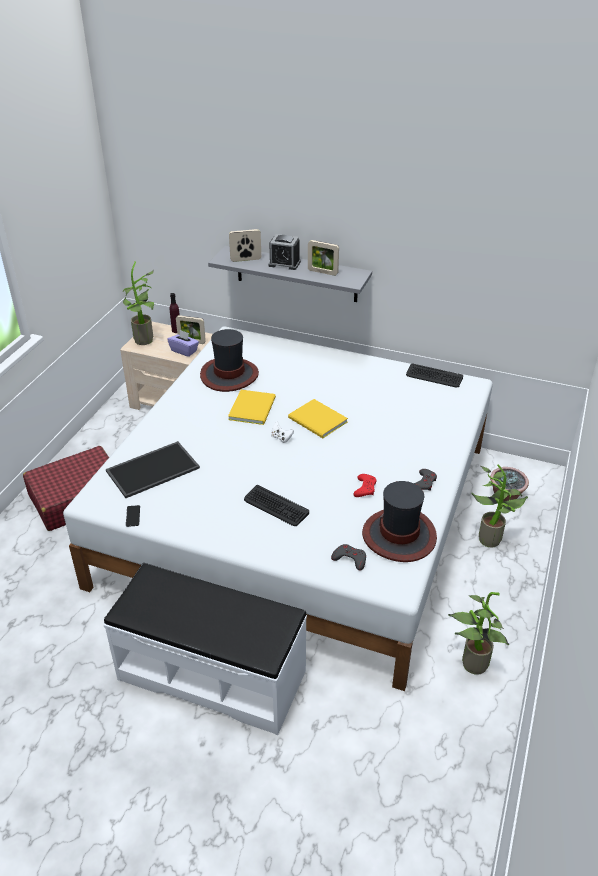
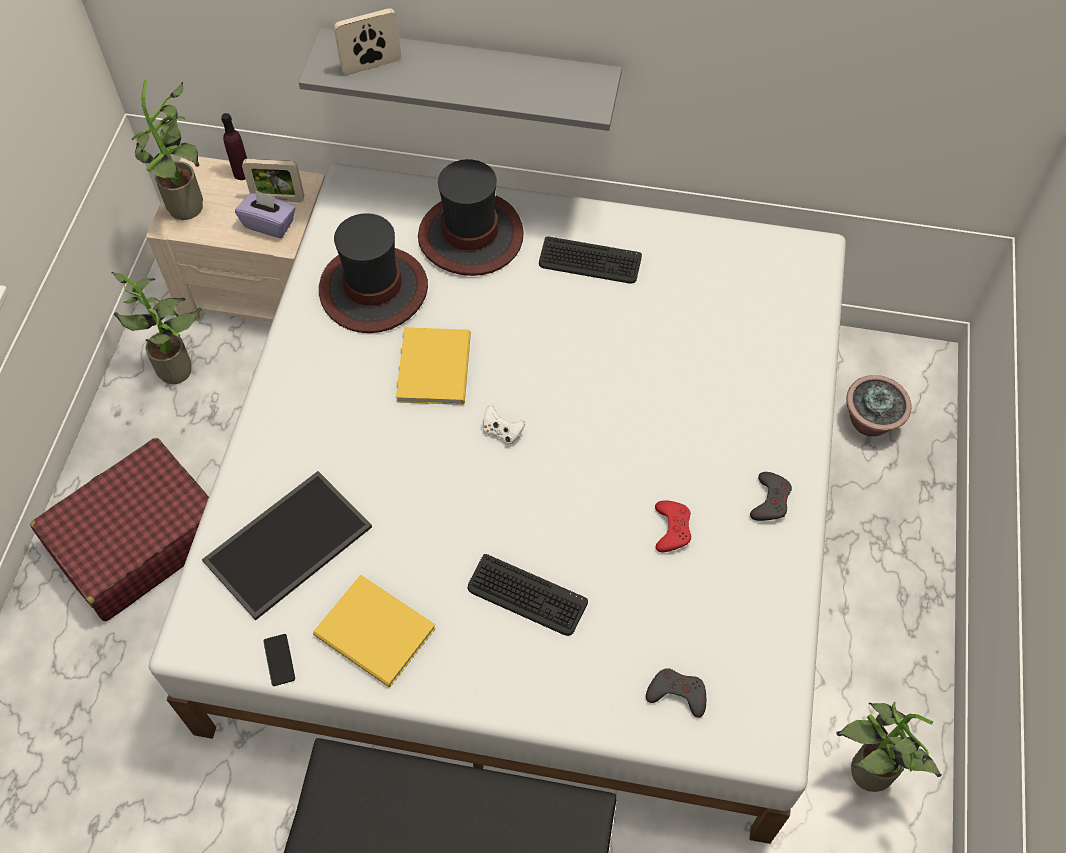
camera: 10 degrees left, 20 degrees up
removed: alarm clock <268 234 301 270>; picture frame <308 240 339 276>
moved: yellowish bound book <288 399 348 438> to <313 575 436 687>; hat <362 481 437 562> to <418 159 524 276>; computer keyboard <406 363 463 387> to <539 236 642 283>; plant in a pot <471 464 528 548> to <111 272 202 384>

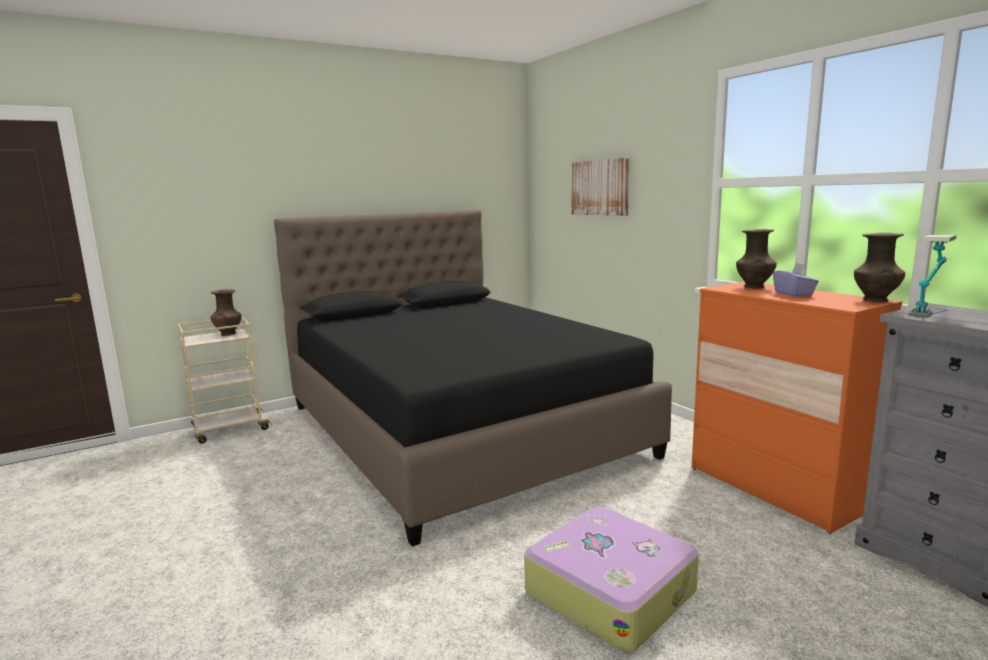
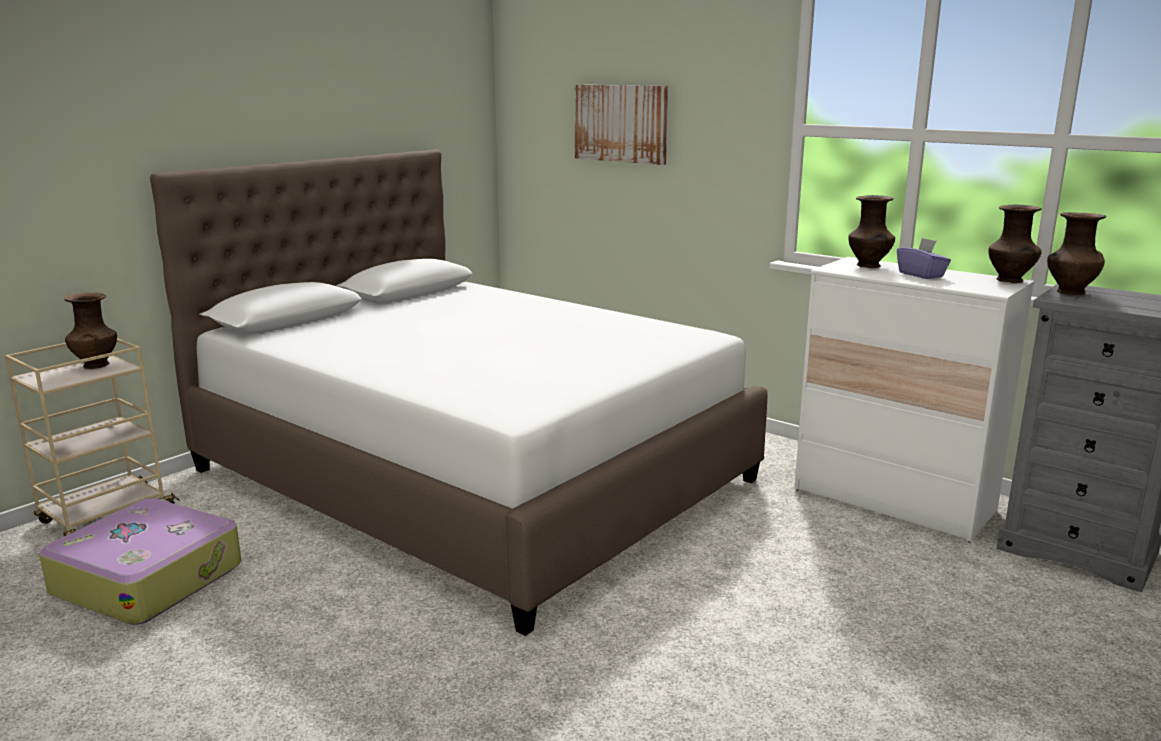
camera: 20 degrees left, 5 degrees up
moved: suitcase <524 506 699 653> to <39 498 241 625>
replaced: table lamp <909 235 956 317> to brown flower vase <1047 212 1106 295>
recoloured: blackish bed <274 209 672 546> to white bed <150 149 768 636>; orange-coloured chest of drawers <692 282 902 534> to white chest of drawers <794 257 1035 542>

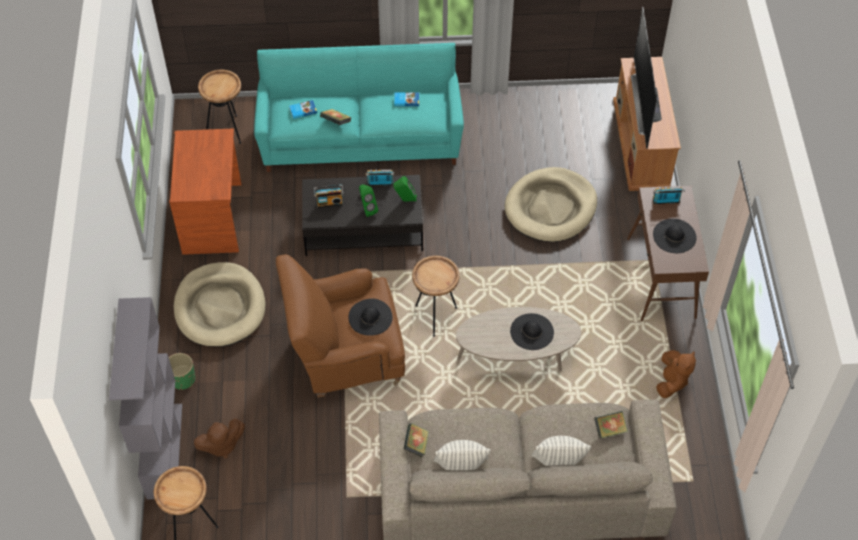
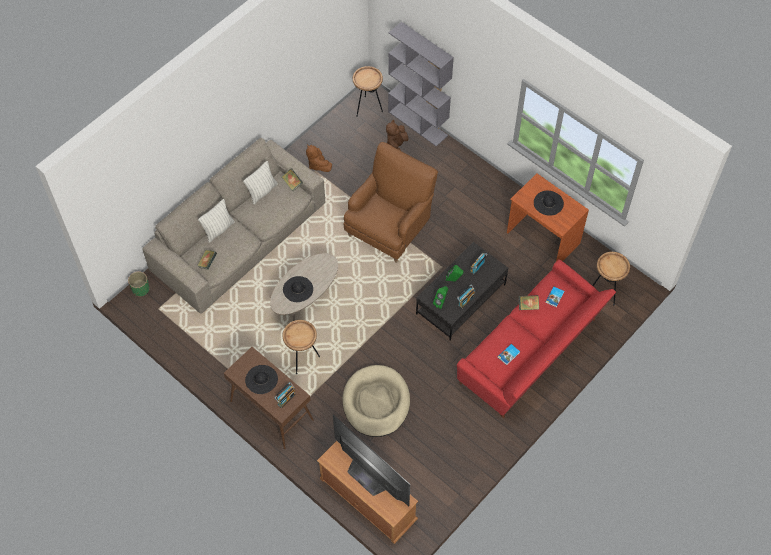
camera: 135 degrees right, 5 degrees up
removed: beige dog bed <174 262 265 347>
moved: greenish flower pot <169 353 195 390> to <128 271 149 297>; blackish hat <349 299 392 336> to <534 191 564 216>; brown accent table <412 256 460 337> to <282 320 320 374>; brown cuddly toy <656 350 696 398> to <306 145 332 172>
recoloured: turquoise-coloured sofa <254 43 464 172> to red-coloured sofa <457 259 616 418>

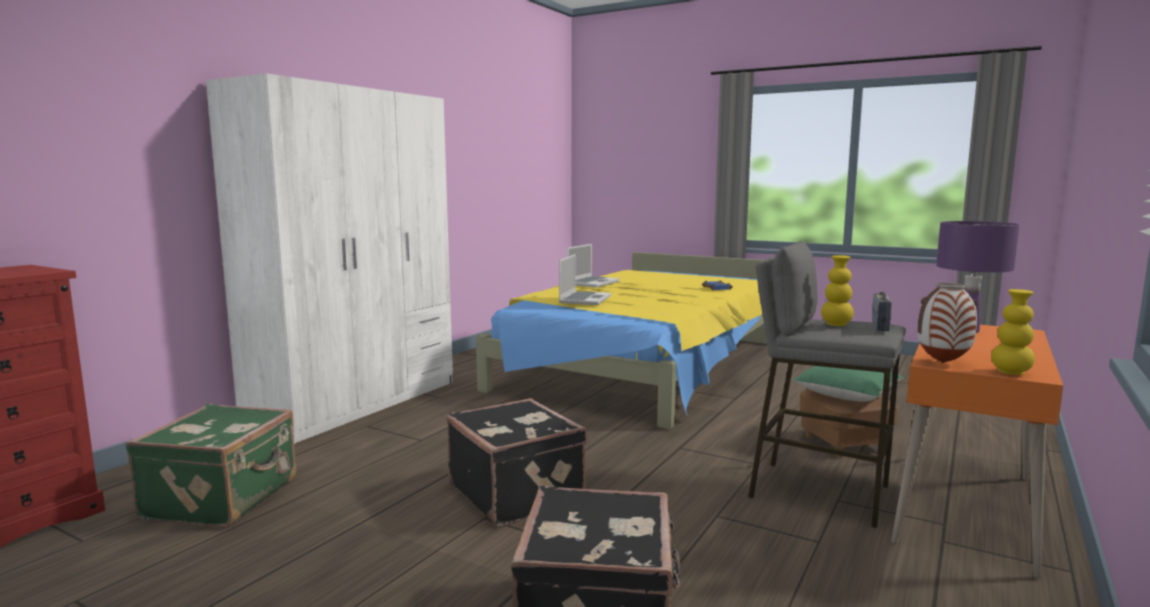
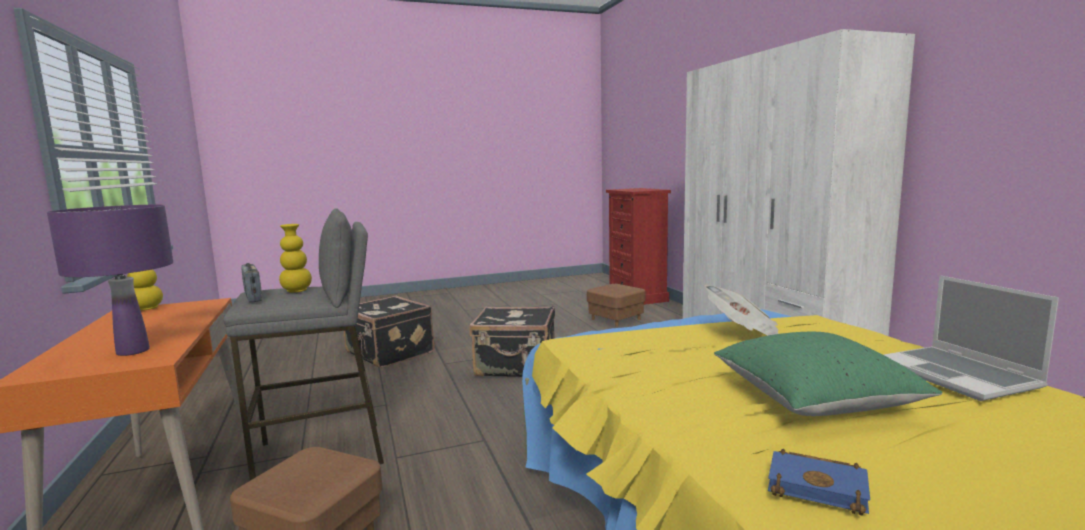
camera: 130 degrees right, 0 degrees up
removed: flower vase <917 283 978 363>
moved: greenish cushion <793 366 904 402> to <714 332 943 416>
replaced: greenish suitcase <125 404 297 528> to brown footrest <587 284 645 327>; laptop <559 254 611 305> to printed paper <704 285 779 336>

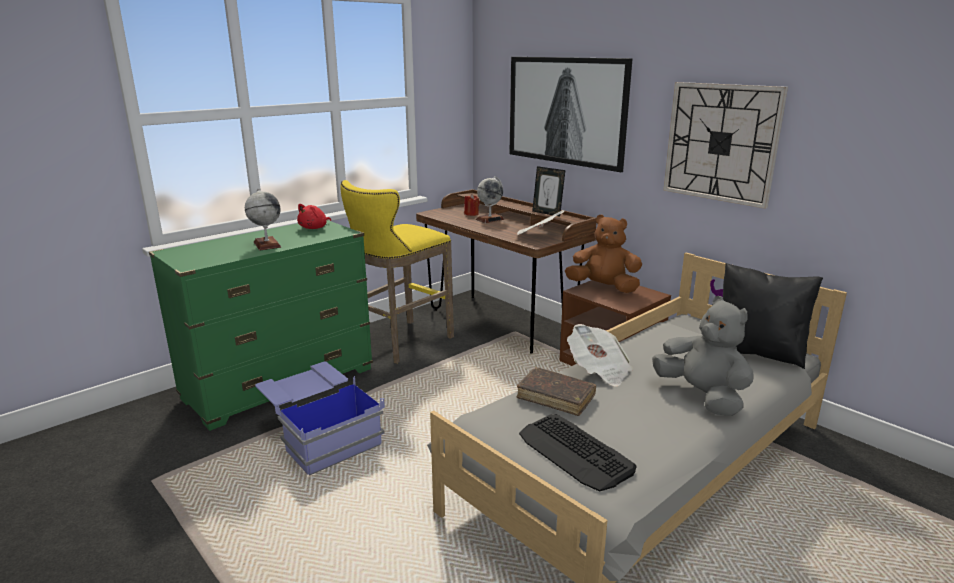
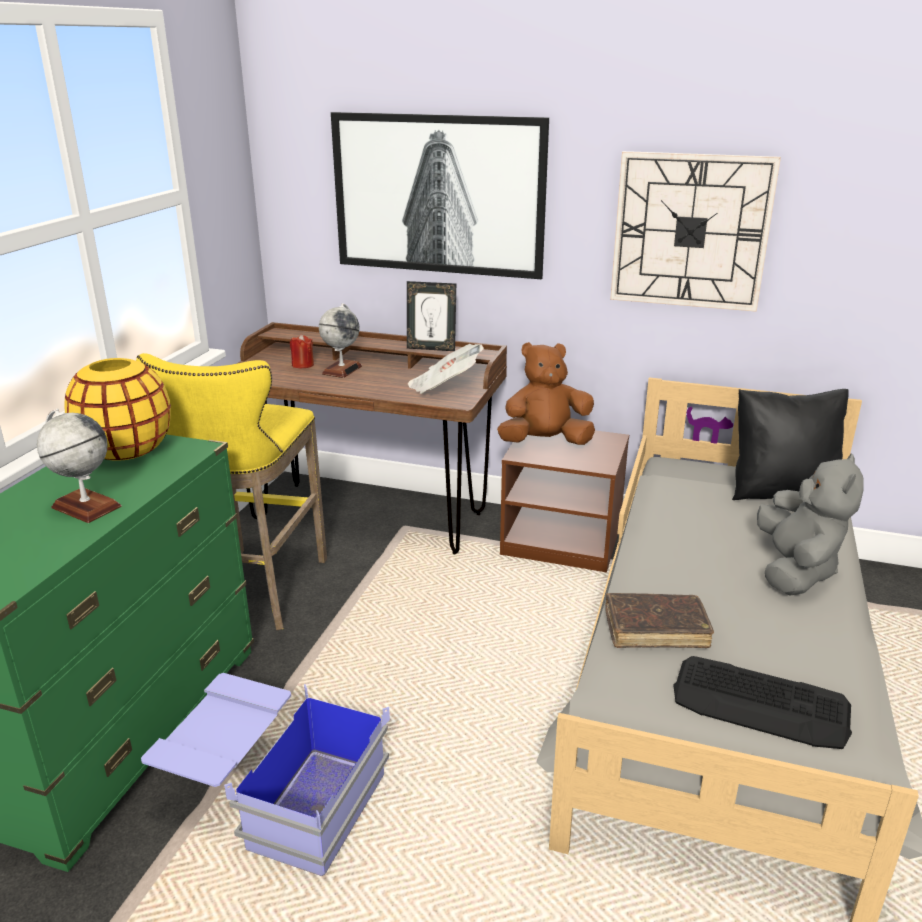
camera: 30 degrees left, 5 degrees up
removed: printed paper <567 324 633 387>
replaced: red-coloured cuddly toy <297 204 331 229> to yellowish flower vase <64 358 171 461>
turned: greyish cuddly toy <652 296 754 416> = <757 453 864 596> 75 degrees clockwise

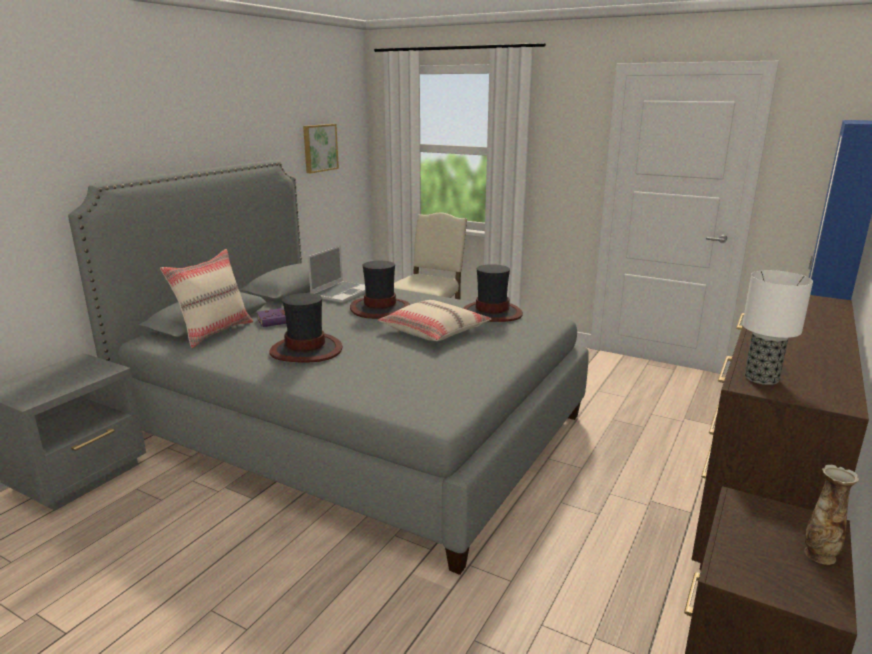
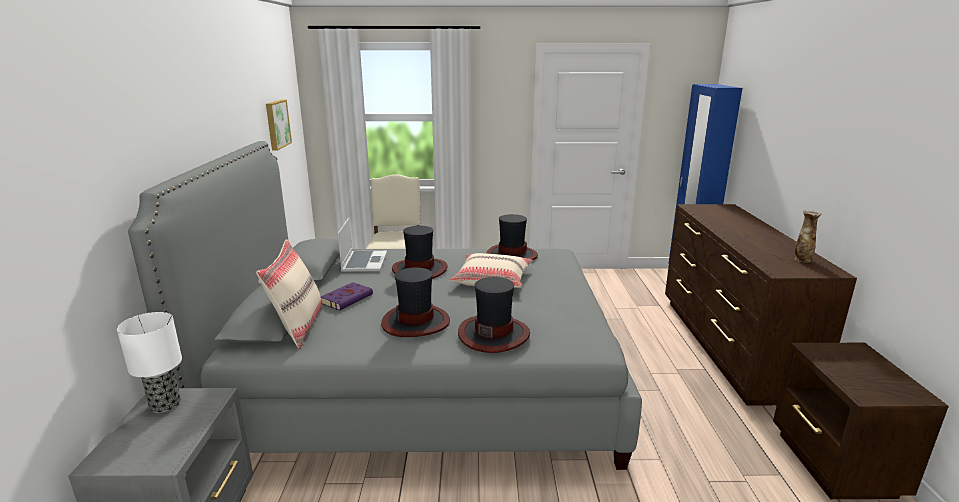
camera: 30 degrees left, 0 degrees up
added: hat <458 277 530 353>
moved: table lamp <742 270 813 385> to <117 312 182 413>; flower vase <804 465 859 565> to <795 210 822 263>

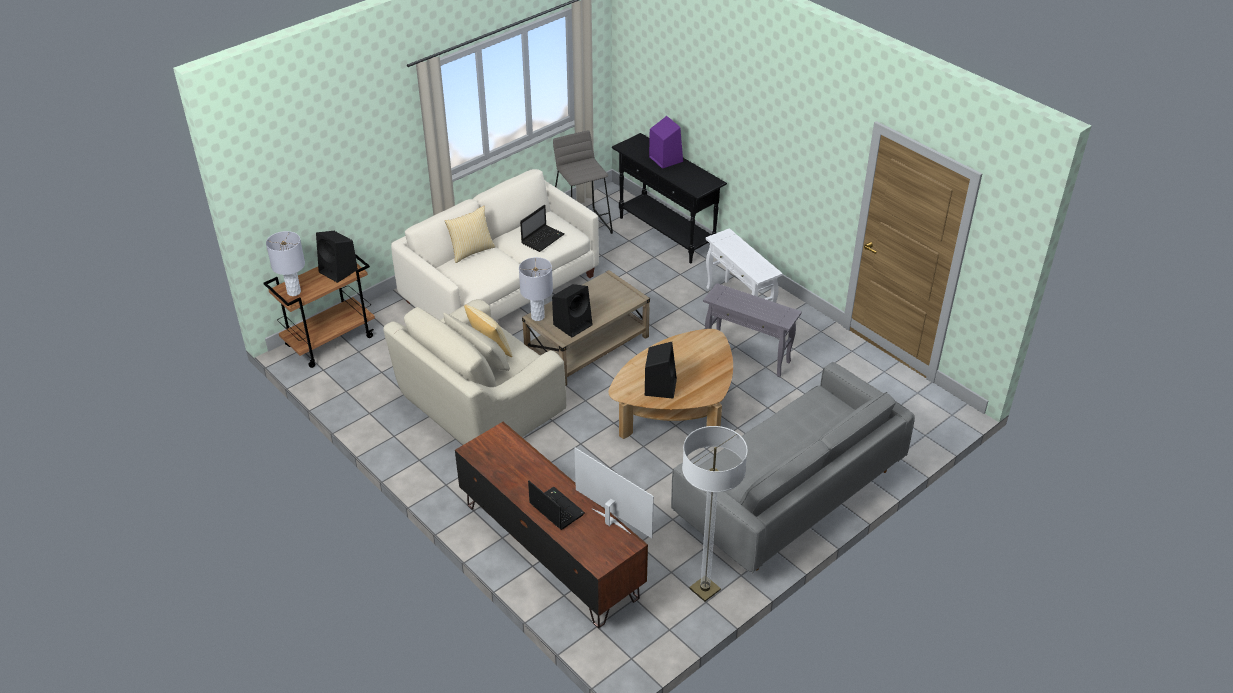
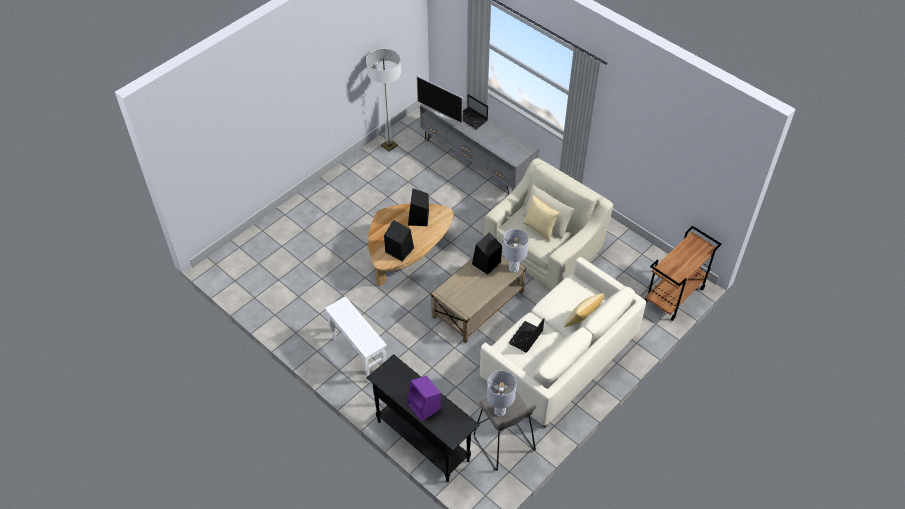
camera: 175 degrees right, 10 degrees up
removed: greyish sofa <671 362 915 573>; greyish accent table <703 283 802 377>
moved: greyish table lamp <266 231 305 296> to <487 371 517 416>; blackish audio speaker <316 231 358 283> to <384 220 414 261>
recoloured: brown media console <455 422 648 628> to greyish media console <420 88 540 195>

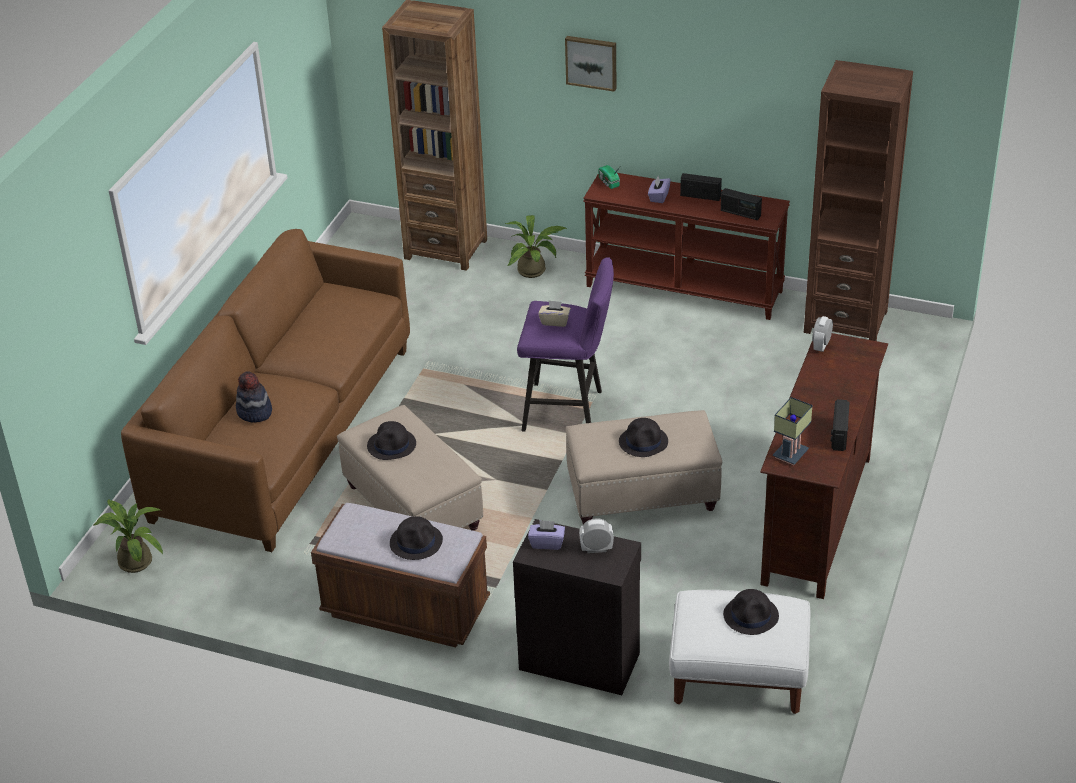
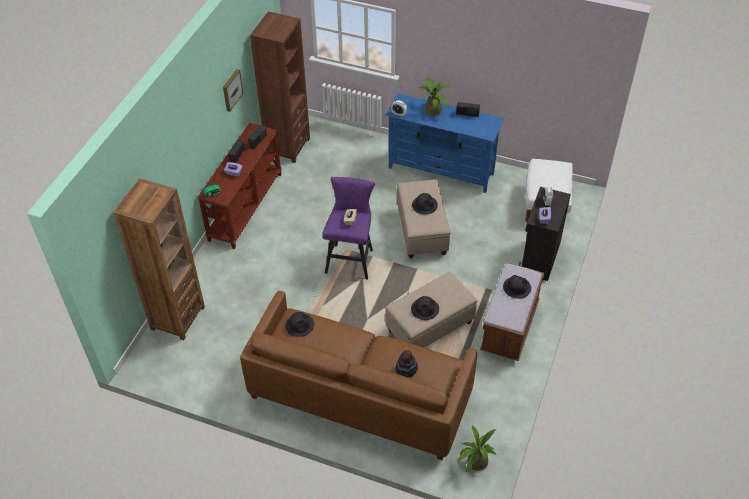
camera: 90 degrees left, 10 degrees up
removed: table lamp <772 397 813 465>
moved: plant in a pot <505 215 567 278> to <419 78 453 116>; wall picture <565 36 616 92> to <223 69 243 112>; blackish hat <723 589 779 635> to <285 312 314 337>
recoloured: brown media console <760 333 888 599> to bluish media console <385 93 504 193>

